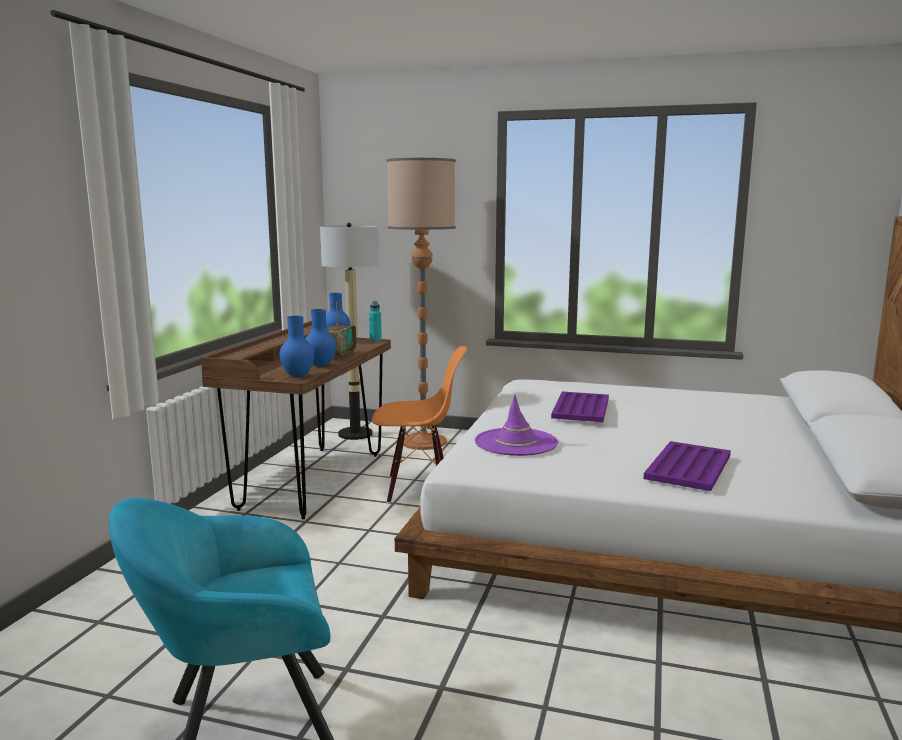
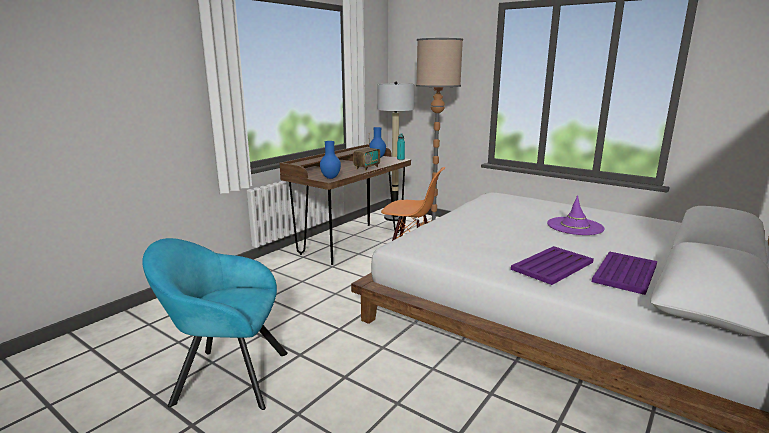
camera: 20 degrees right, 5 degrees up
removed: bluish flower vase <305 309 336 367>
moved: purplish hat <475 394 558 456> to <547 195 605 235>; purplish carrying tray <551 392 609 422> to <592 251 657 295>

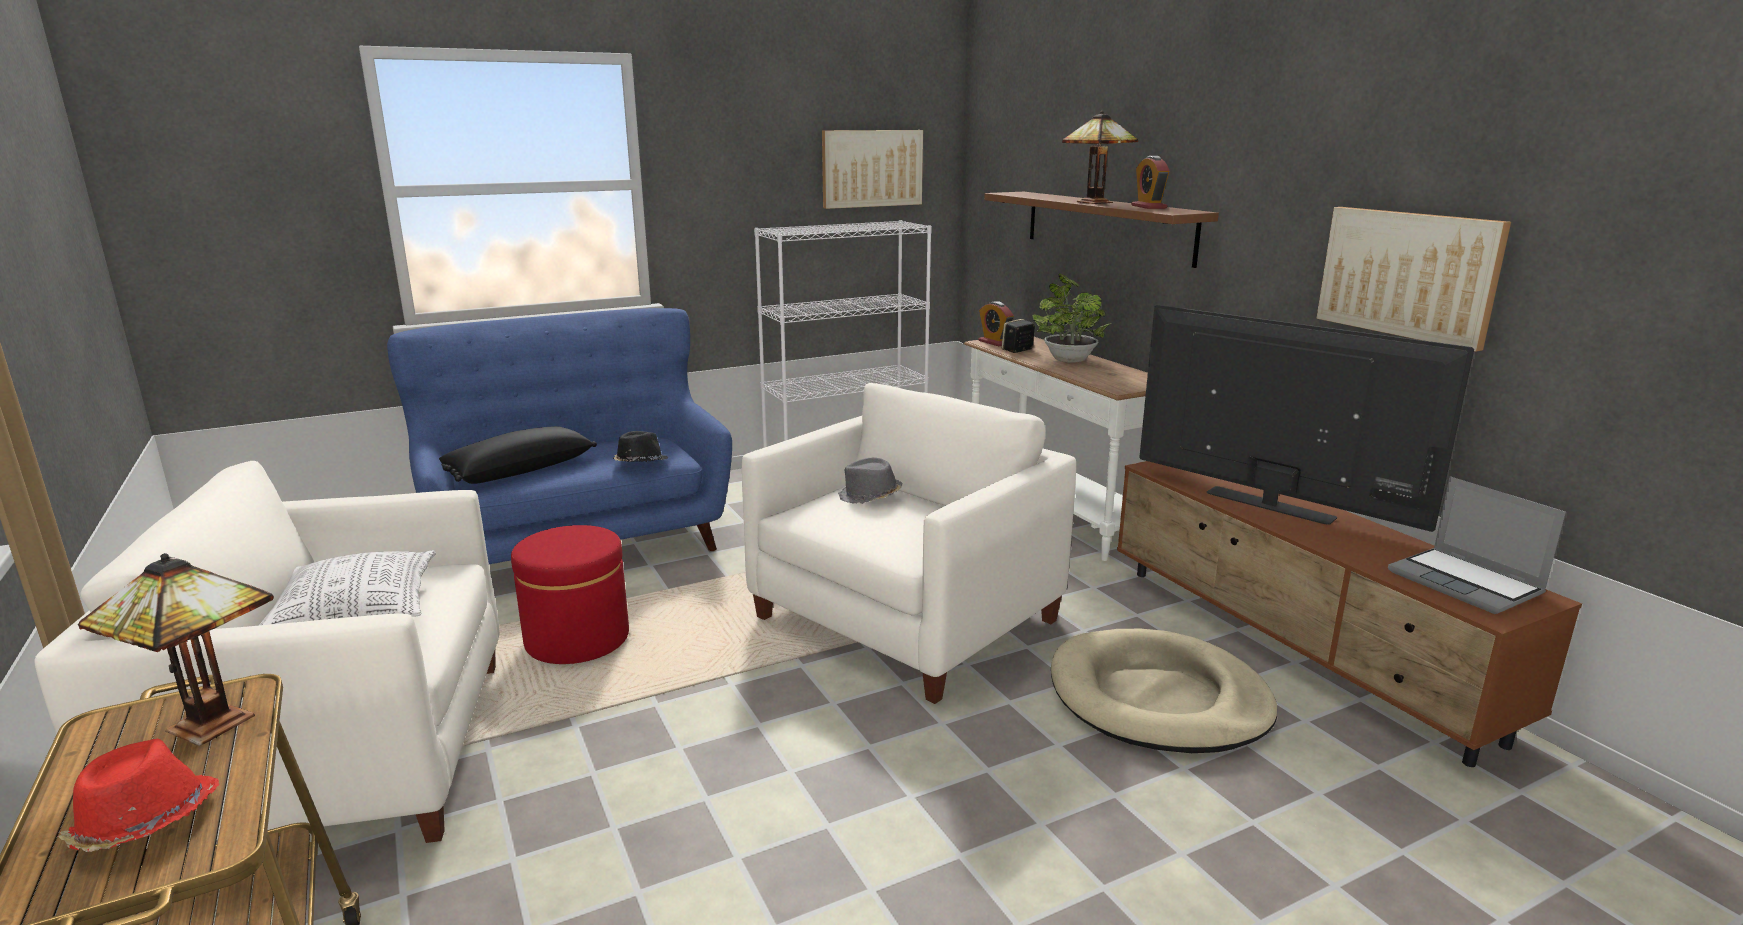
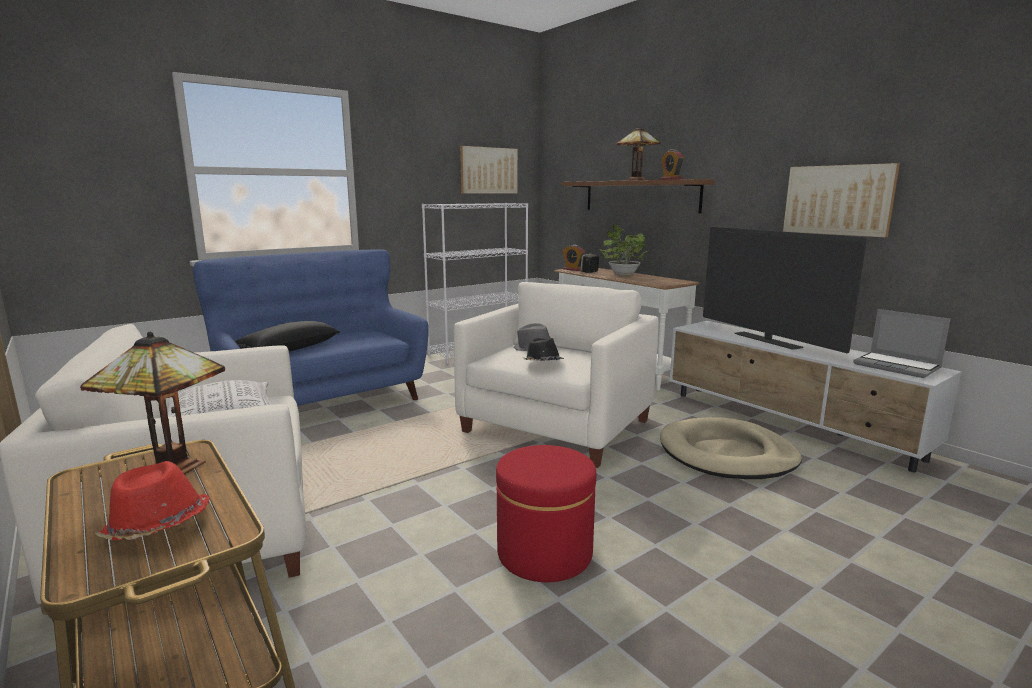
camera: 10 degrees left, 5 degrees down
moved: red-coloured footrest <511 525 629 664> to <496 445 596 582>; blackish hat <613 431 669 462> to <522 338 564 361>
recoloured: brown media console <1117 461 1582 767> to white media console <669 321 962 472>
turned: TV set <1139 305 1474 532> = <703 227 867 353> 150 degrees counterclockwise

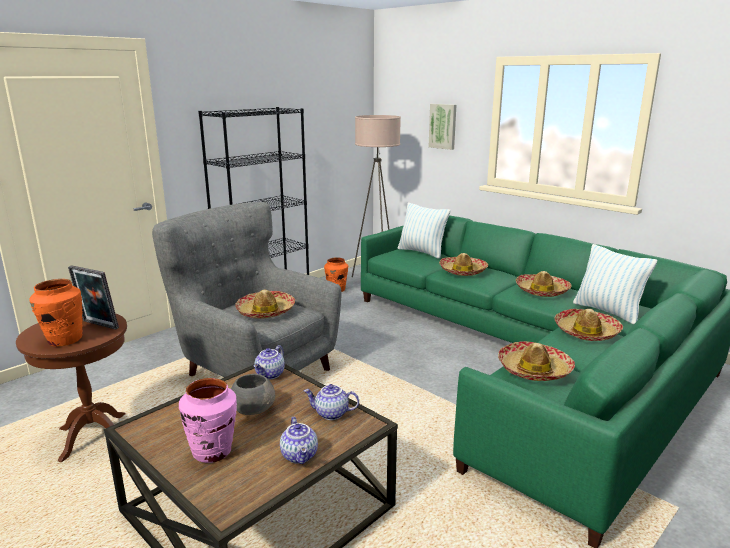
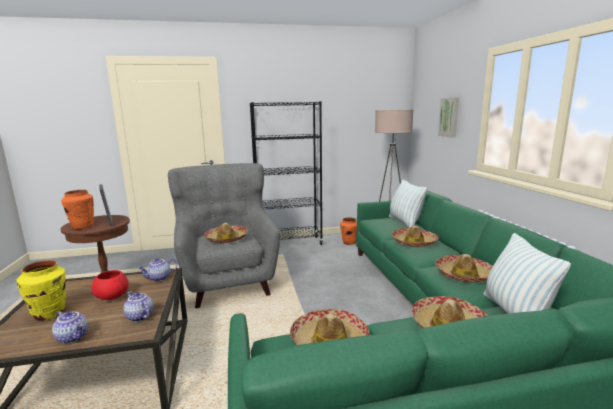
camera: 35 degrees right, 5 degrees down
recoloured: pink flower vase <179 378 237 463> to yellowish flower vase <16 260 66 321>; greyish bowl <231 374 275 415> to red-coloured bowl <92 270 129 300>
turned: tea pot <280 417 318 464> = <52 311 88 344> 75 degrees counterclockwise

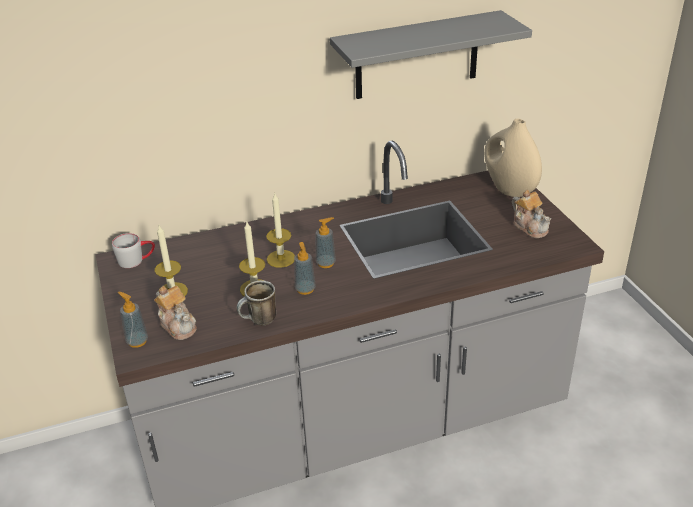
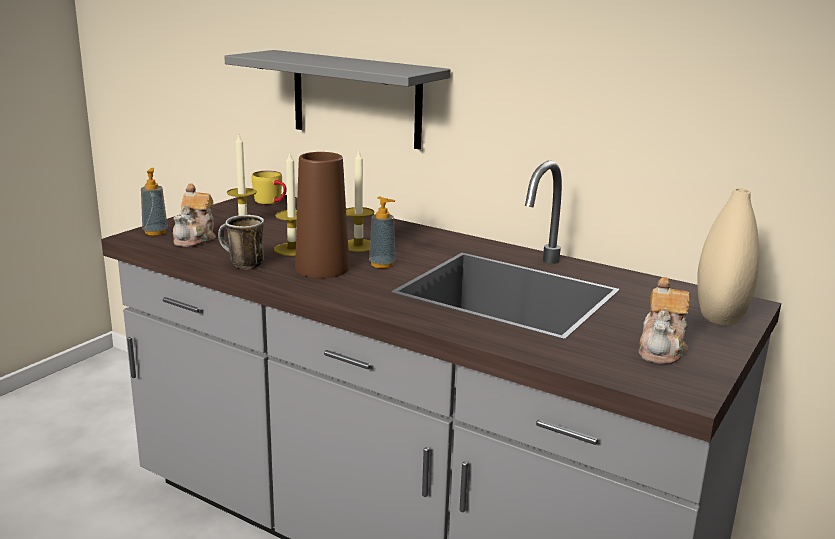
camera: 50 degrees right, 15 degrees down
moved: greyish wall shelf <330 10 532 99> to <224 50 451 150>
replaced: soap bottle <294 242 316 295> to brown flower vase <295 152 349 278>
recoloured: greyish coffee mug <112 233 155 268> to yellowish coffee mug <252 171 287 204>

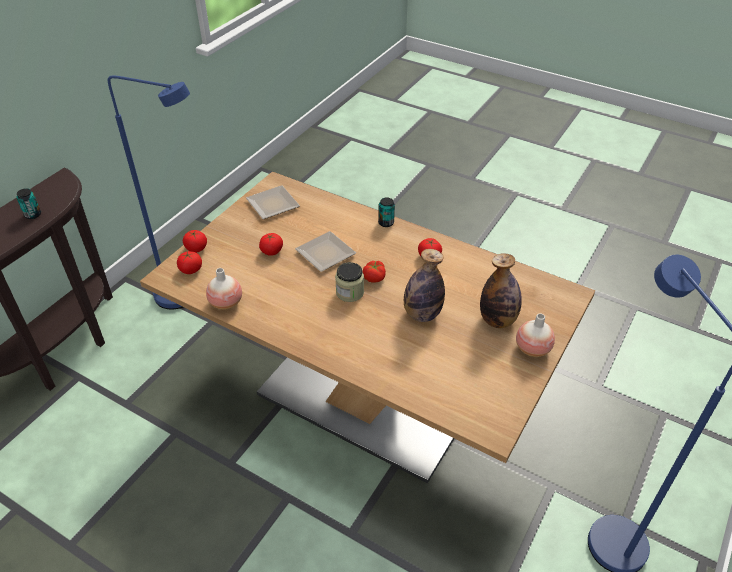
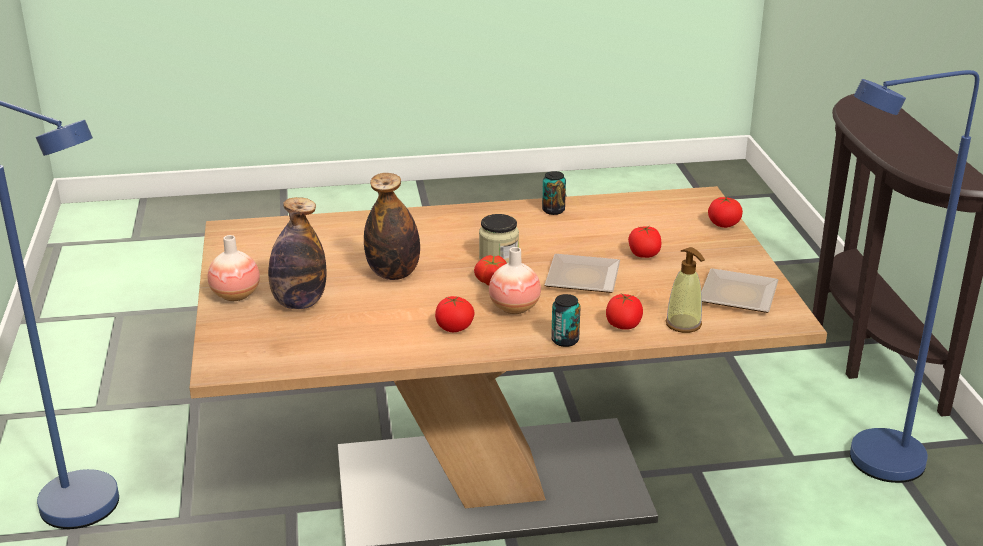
camera: 140 degrees right, 15 degrees down
added: soap bottle <666 247 705 333>
moved: can <16 188 41 219> to <542 171 566 215>; tomato <177 251 202 274> to <606 294 643 330>; flower vase <206 268 242 310> to <489 247 541 314>

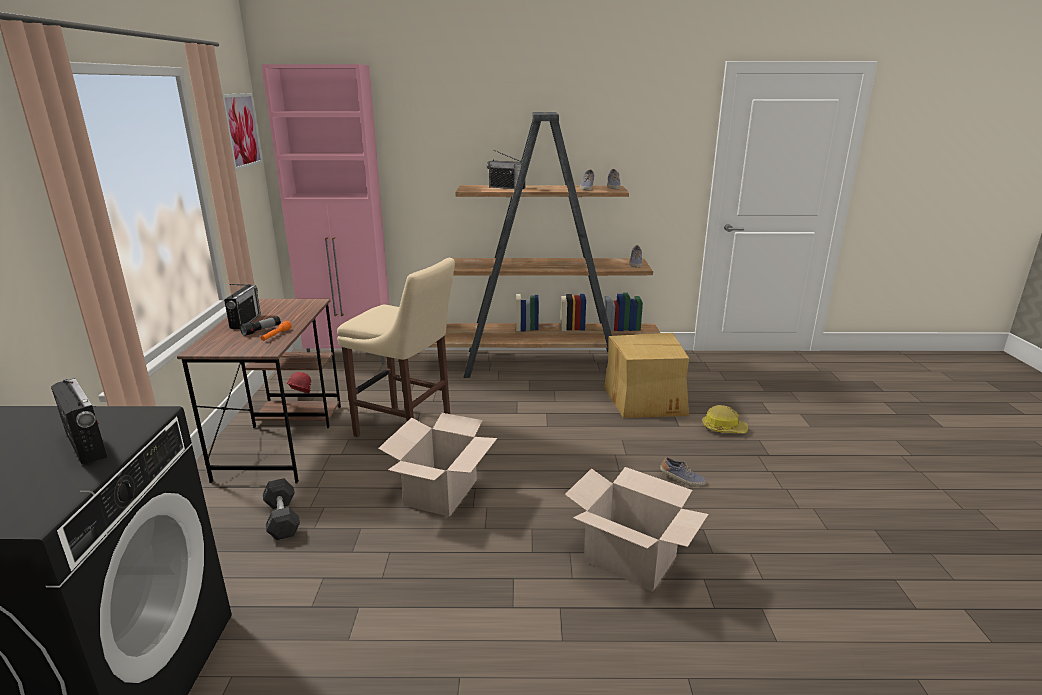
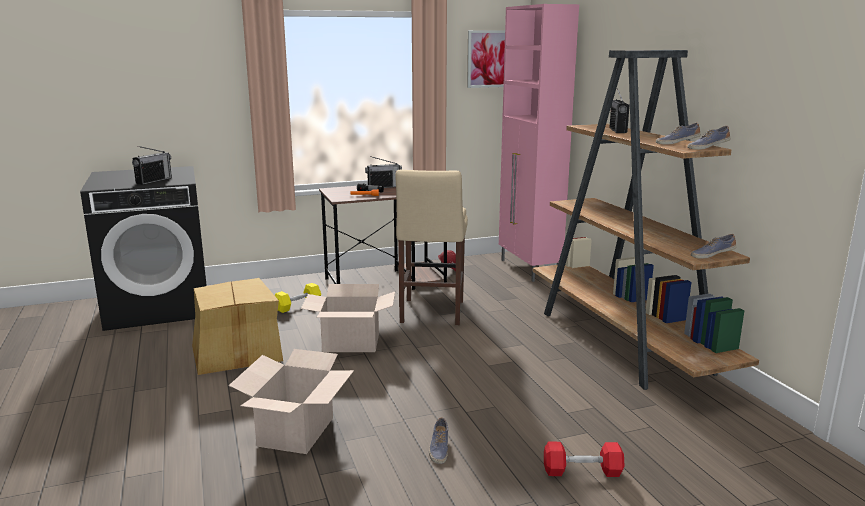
camera: 70 degrees right, 5 degrees down
moved: cardboard box <604 333 689 418> to <192 278 283 375>
replaced: hard hat <702 405 748 433> to red-coloured hand weight <544 442 625 477>
recoloured: greyish hand weight <263 478 300 540> to yellowish hand weight <275 283 321 313>

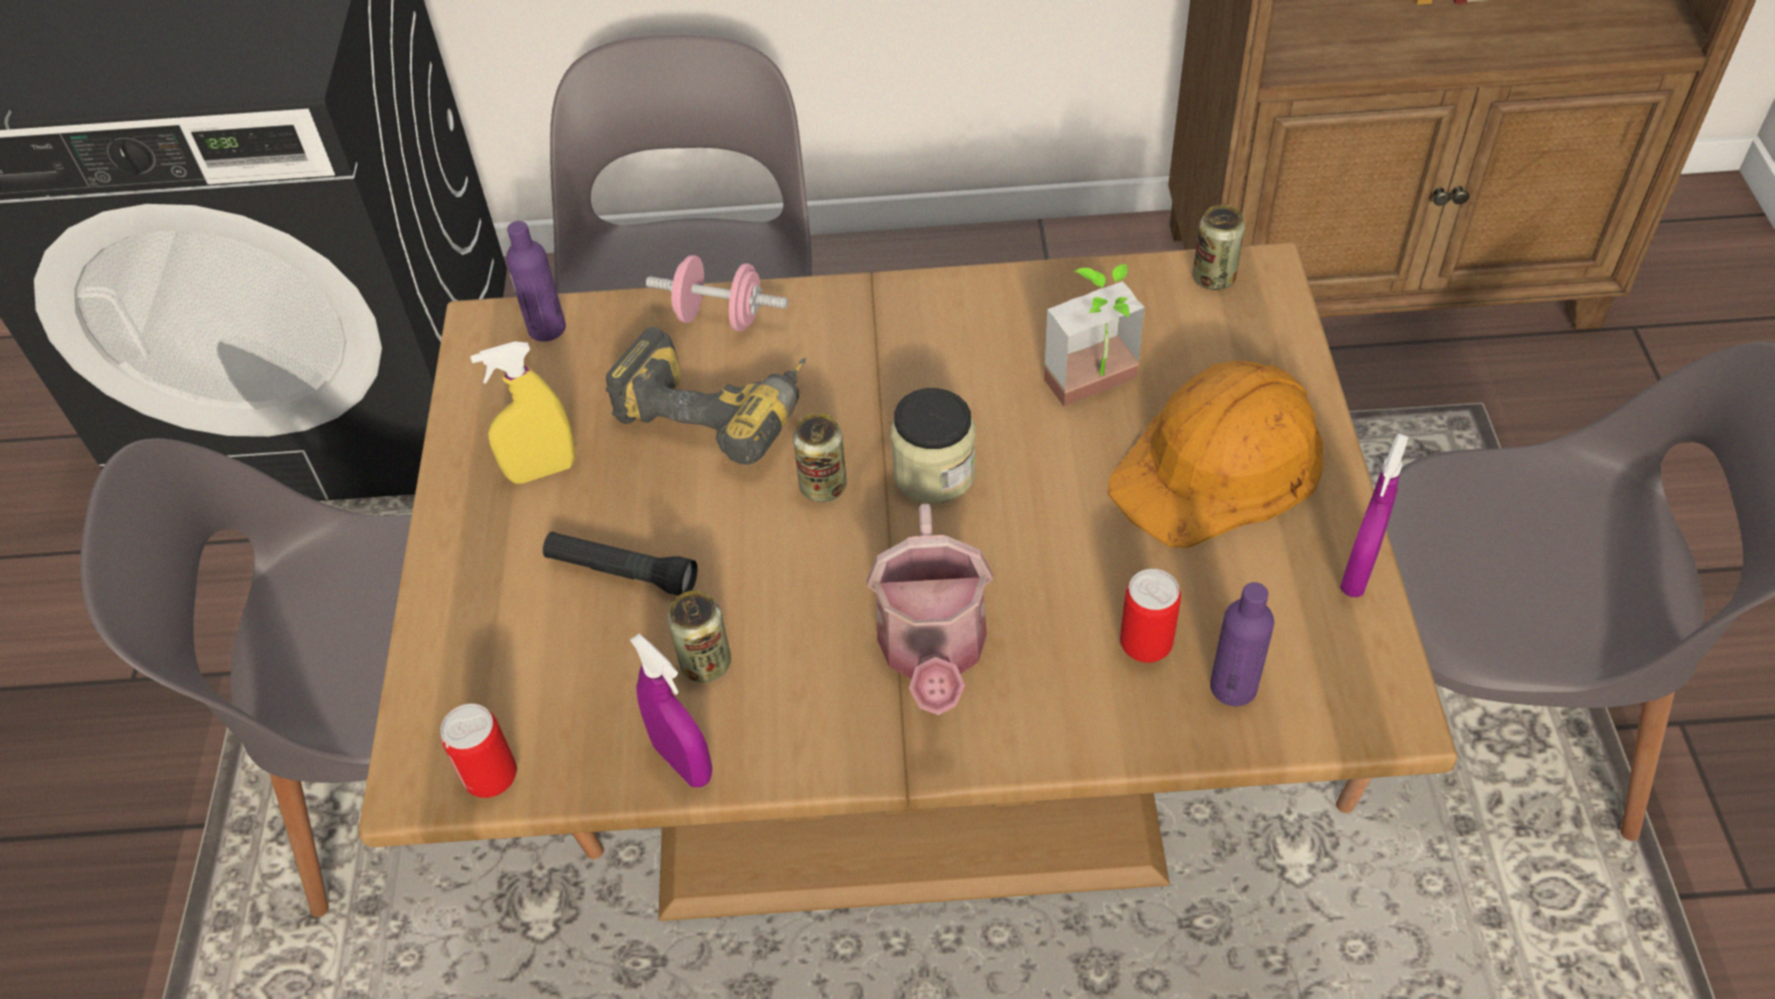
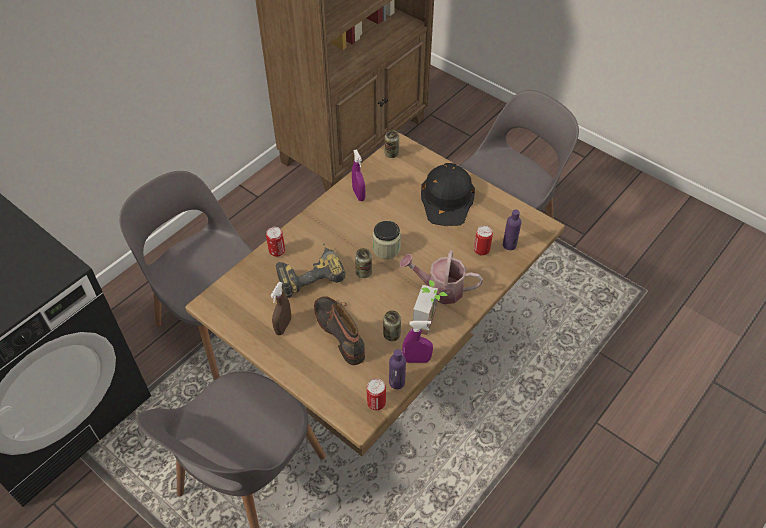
camera: 50 degrees left, 0 degrees up
moved: purplish beverage bottle <506 221 566 341> to <389 349 406 389>; plant in a pot <1044 264 1145 407> to <412 280 448 335>; purplish spray bottle <1340 433 1409 597> to <352 150 365 201>
replaced: blackish torch <543 532 698 596> to boot <314 296 365 365>; pink hand weight <646 255 788 332> to can <266 227 285 257>
recoloured: yellowish spray bottle <470 341 575 484> to brown spray bottle <270 282 291 335>; orange-coloured hard hat <1107 361 1323 548> to blackish hard hat <421 163 475 226>
turned: watering can <866 504 993 715> = <399 250 483 304> 150 degrees clockwise

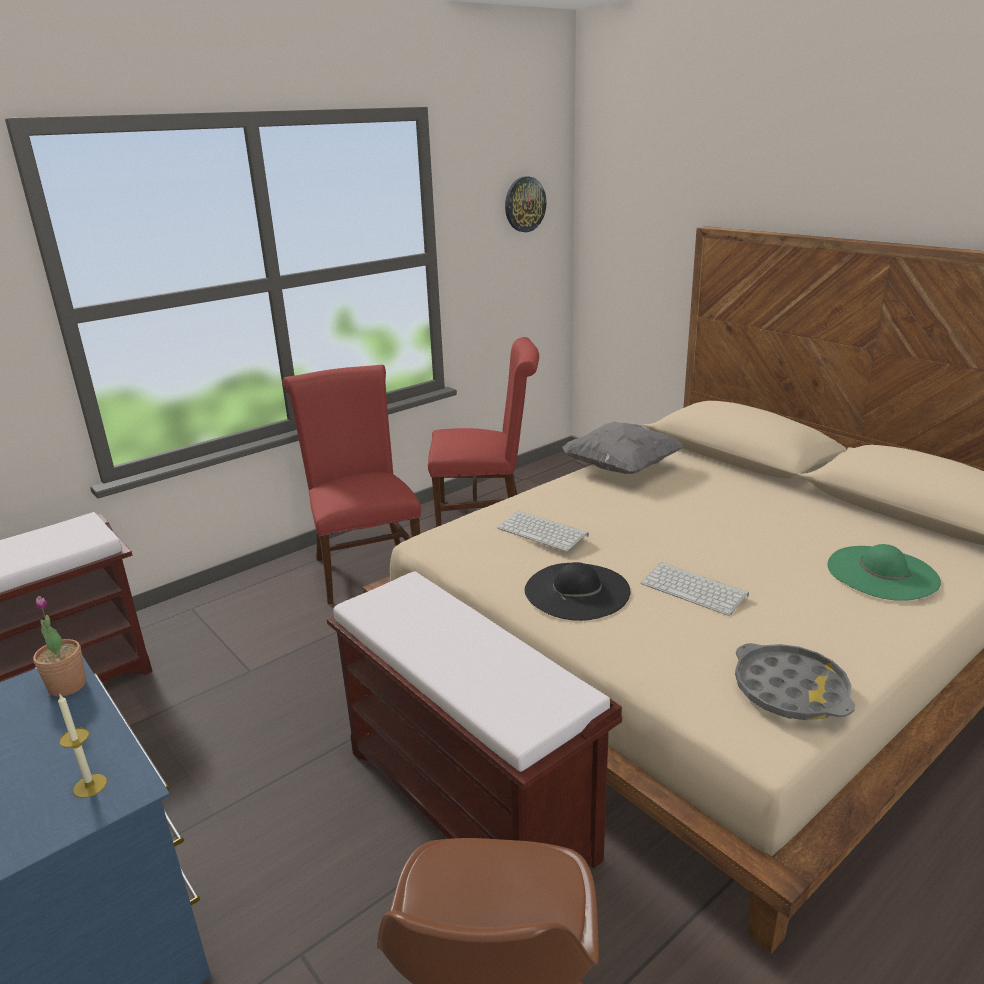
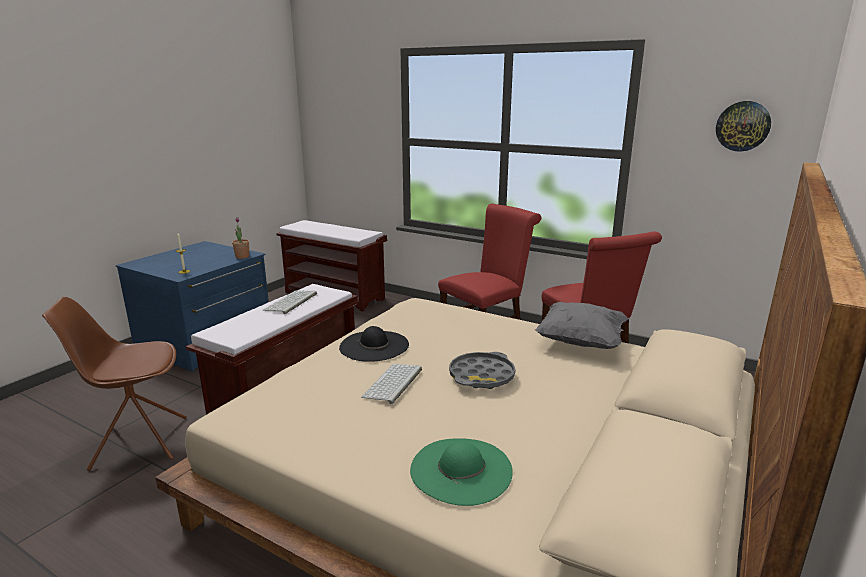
camera: 70 degrees right, 5 degrees down
moved: computer keyboard <498 511 589 552> to <262 291 317 314>; greyish carrying tray <735 643 855 720> to <449 352 515 389>

